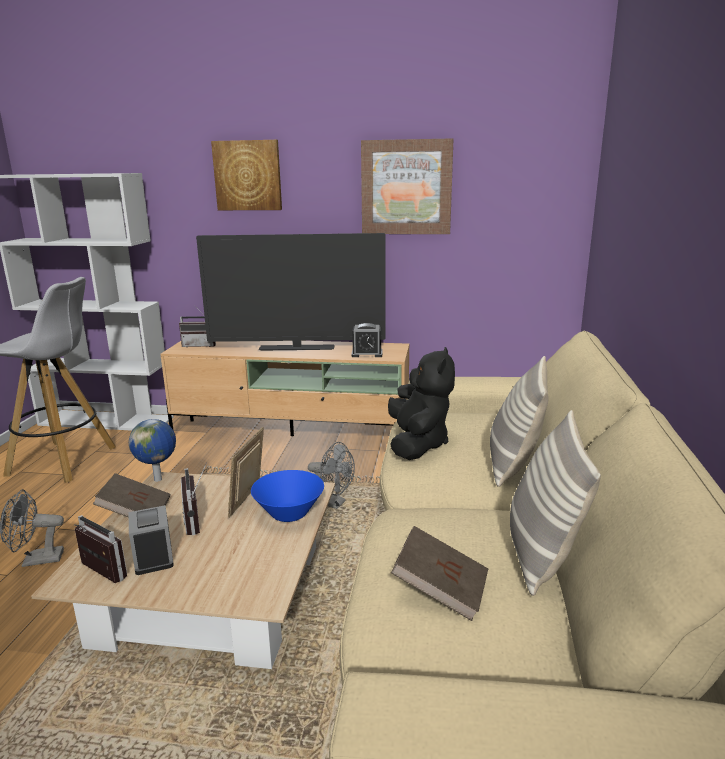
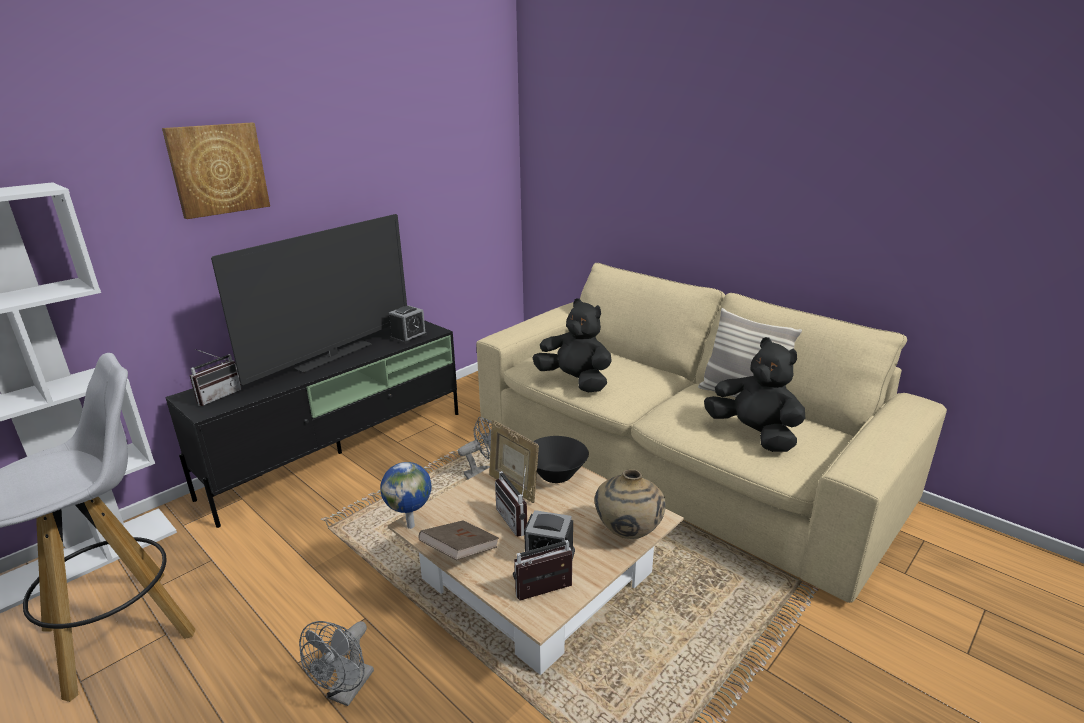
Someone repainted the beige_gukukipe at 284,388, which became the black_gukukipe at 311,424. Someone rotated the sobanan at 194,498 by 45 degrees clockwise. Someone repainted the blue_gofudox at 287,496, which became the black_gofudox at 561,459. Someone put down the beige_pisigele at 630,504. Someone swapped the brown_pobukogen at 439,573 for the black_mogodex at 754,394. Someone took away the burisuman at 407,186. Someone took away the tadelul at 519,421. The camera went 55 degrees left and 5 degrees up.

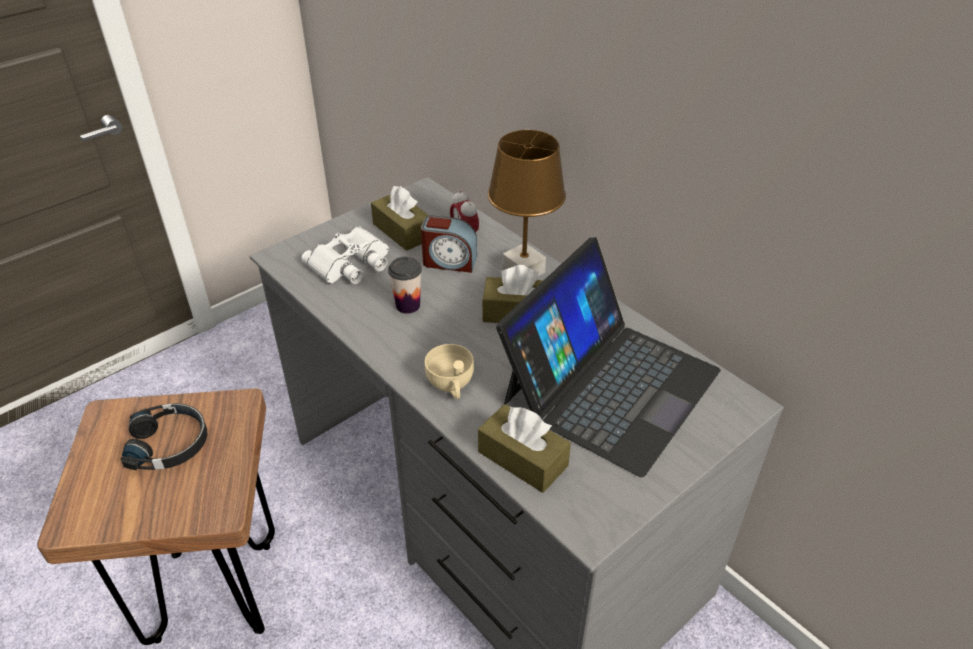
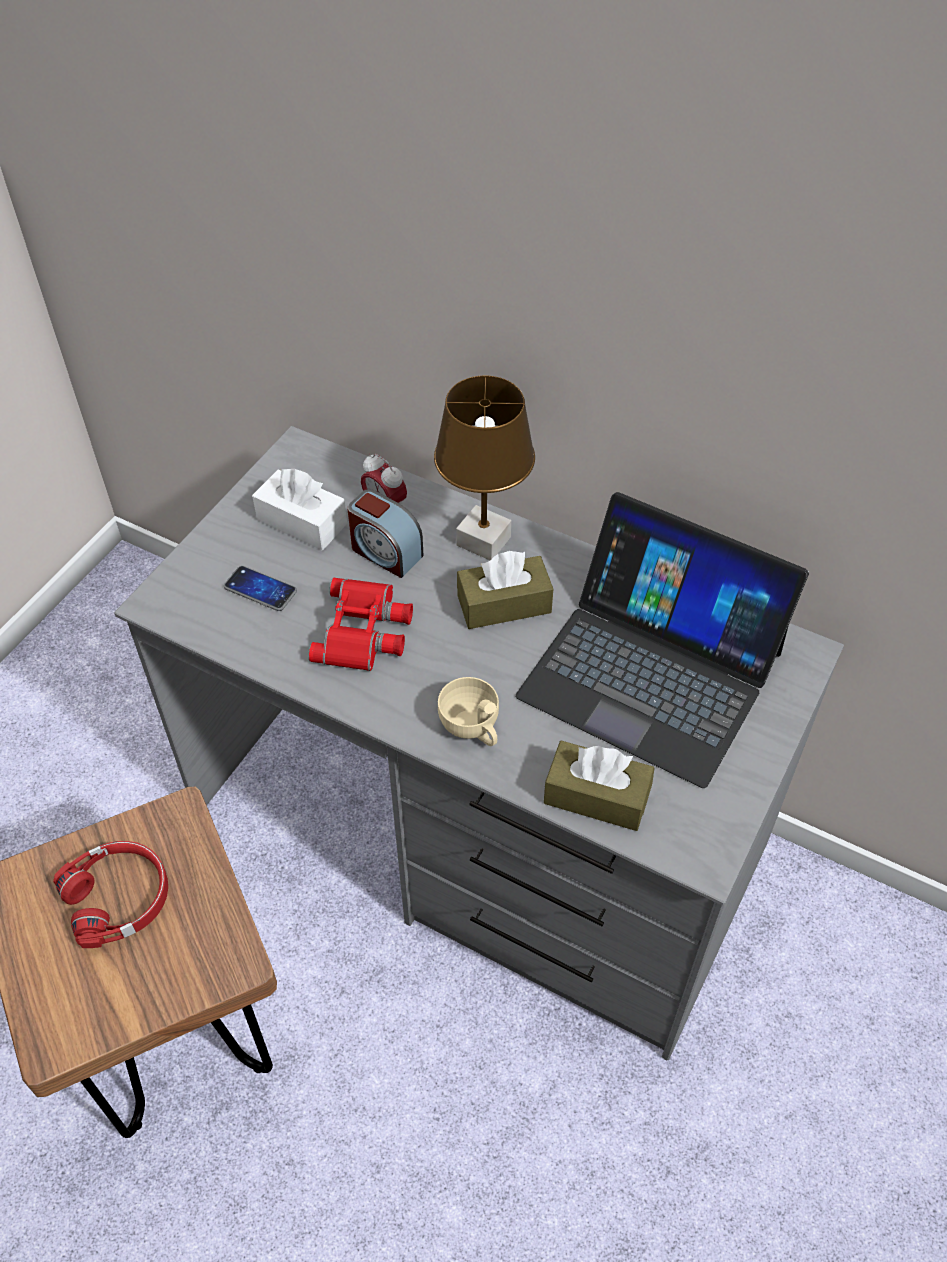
Someone repainted the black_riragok at 163,436, which became the red_riragok at 110,894. Someone swapped the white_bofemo at 345,255 for the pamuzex at 260,588. Someone repainted the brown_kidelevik at 400,218, which became the white_kidelevik at 299,509. Someone swapped the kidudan at 405,285 for the red_bofemo at 360,624. Someone rotated the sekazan at 449,244 by 45 degrees clockwise. Someone rotated the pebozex at 608,357 by 105 degrees clockwise. The camera went 20 degrees left and 10 degrees up.

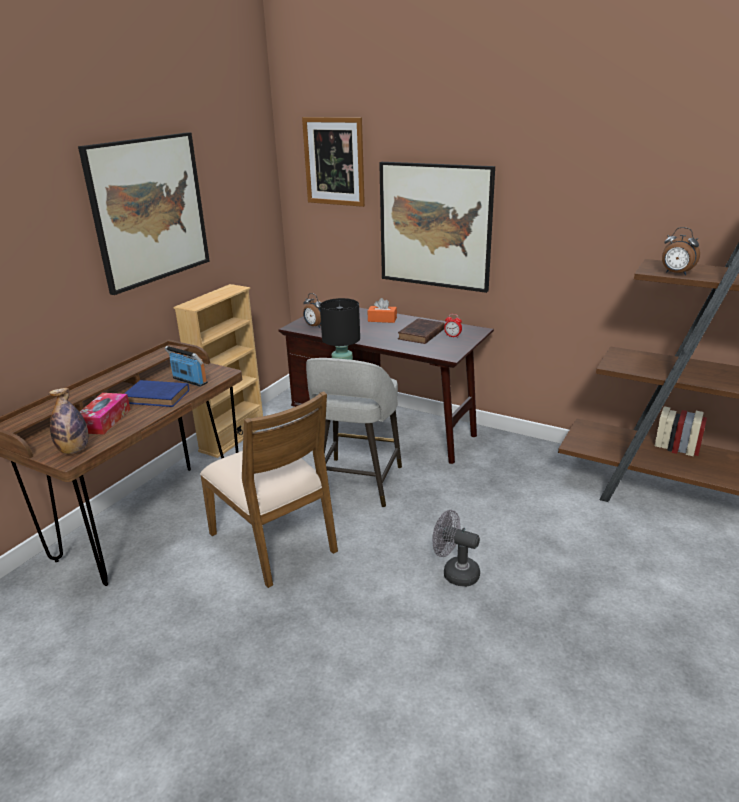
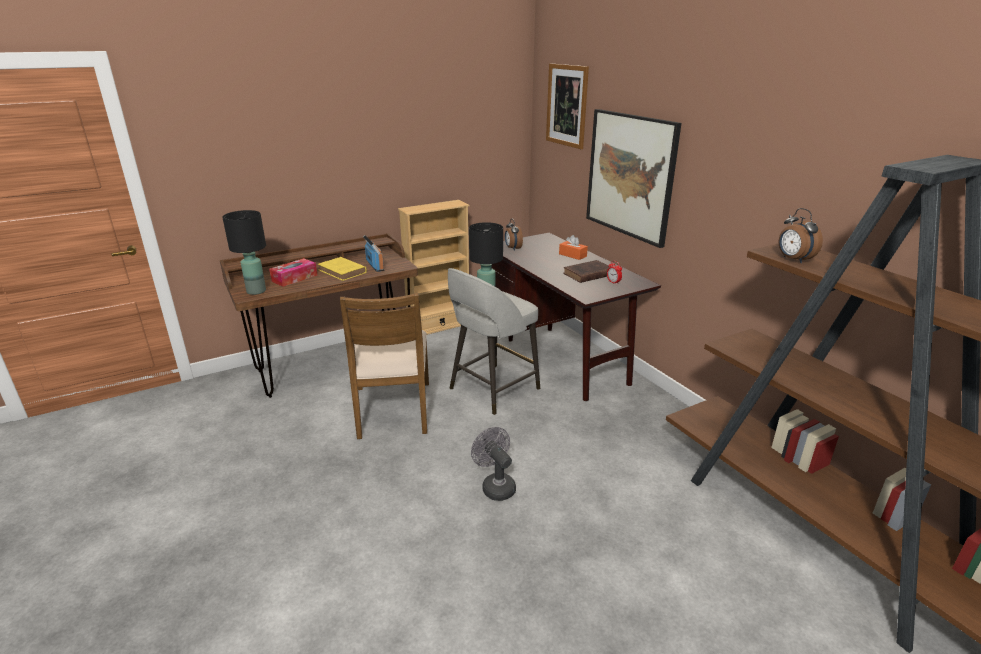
Someone swapped the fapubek at 68,421 for the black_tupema at 244,252. Someone repainted the blue_pobukogen at 156,393, which became the yellow_pobukogen at 342,269. Someone took away the burisuman at 144,213. The camera went 30 degrees right and 0 degrees up.

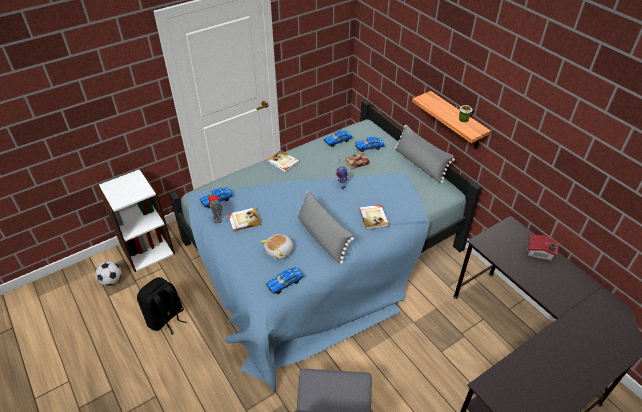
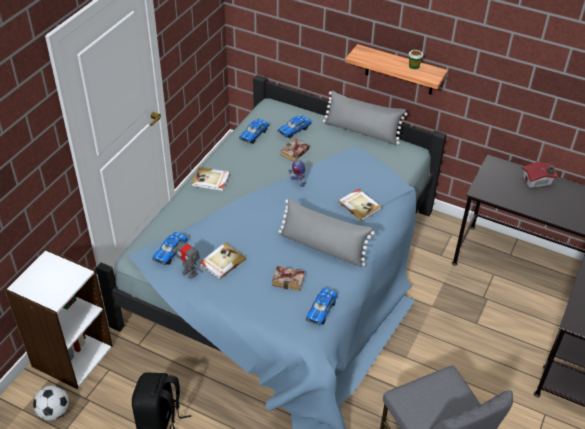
Someone swapped the mogodex at 276,247 for the pobukogen at 288,278. The camera went 30 degrees left and 0 degrees up.

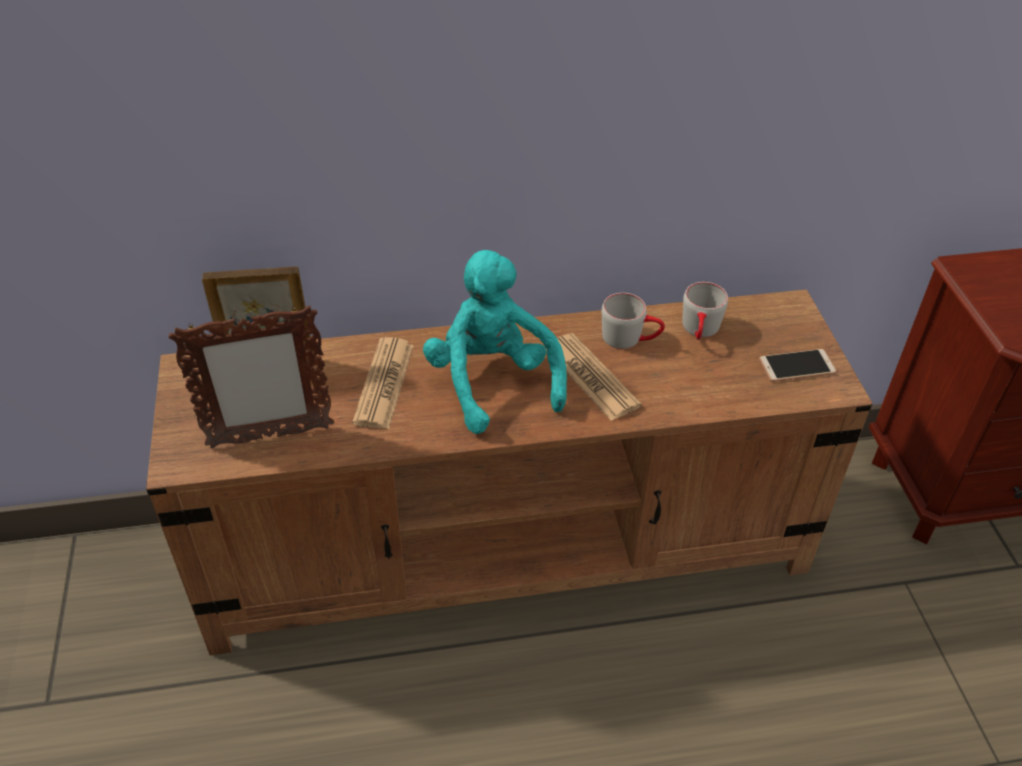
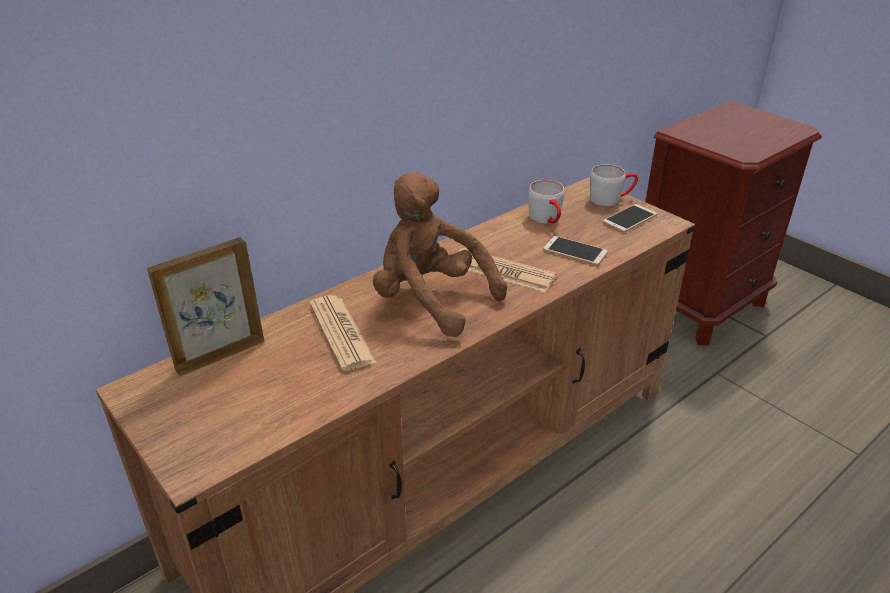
Someone repainted the turquoise_mogodex at 495,342, which became the brown_mogodex at 440,254. Someone put down the pamuzex at 575,251. Someone carried the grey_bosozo from 633,321 to 614,185. Someone took away the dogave at 251,377. The camera went 30 degrees left and 10 degrees down.

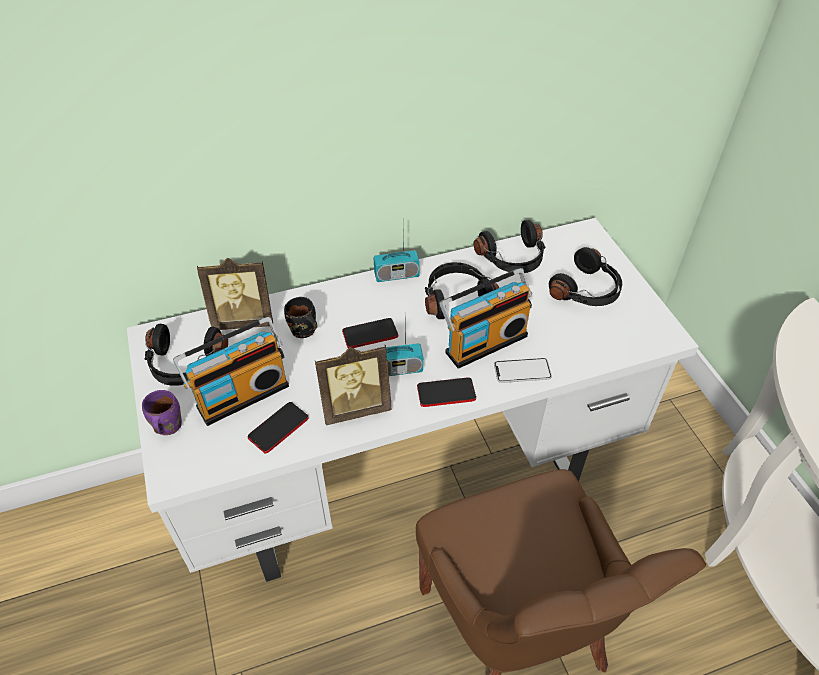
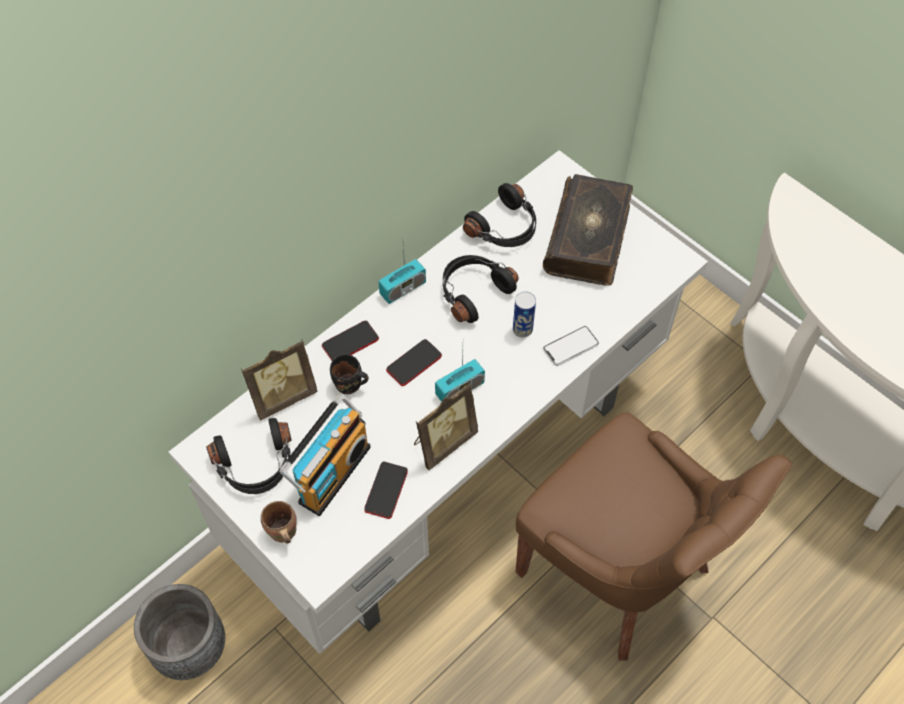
Someone put down the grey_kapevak at 179,632. Someone repainted the purple_bosozo at 162,412, which became the brown_bosozo at 279,522. Someone carried the pamuzex from 446,392 to 350,341. Someone swapped the sobanan at 485,318 for the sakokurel at 524,314. Someone swapped the black_riragok at 585,276 for the pobukogen at 588,230. The camera went 25 degrees left and 10 degrees up.

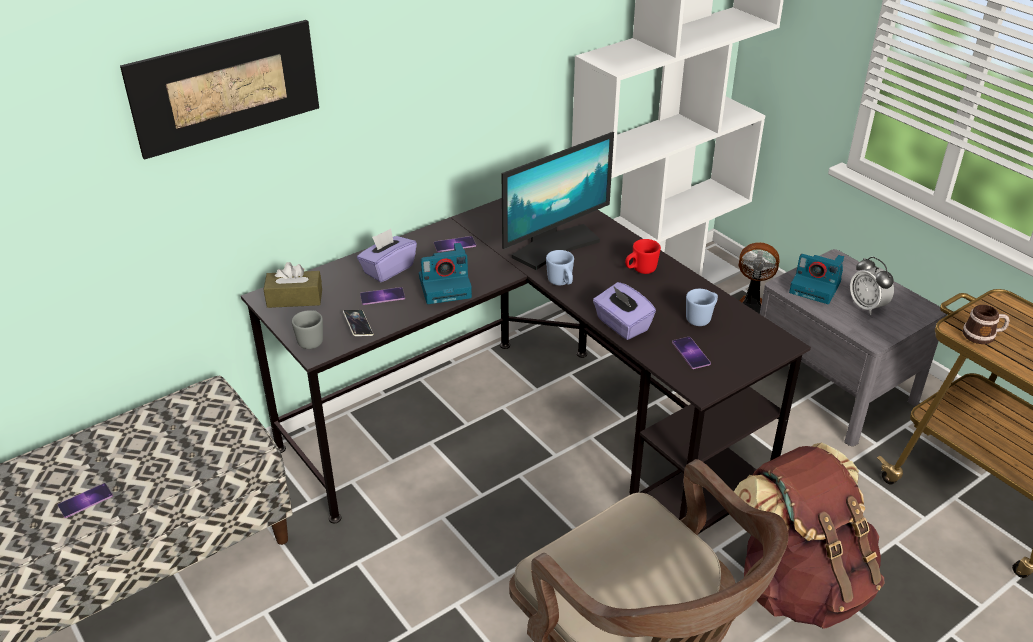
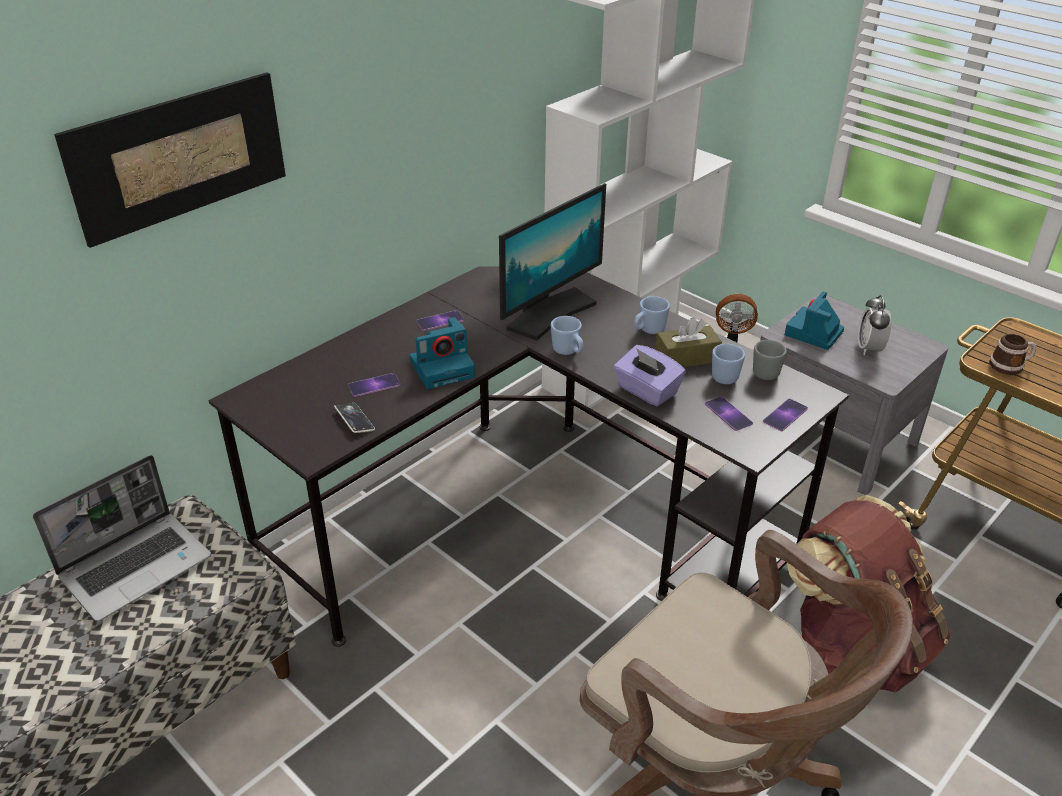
Someone put down the pebozex at 122,538. Someone repainted the red_bosozo at 643,256, which became the blue_bosozo at 652,315. Someone carried the brown_kidelevik from 293,285 to 688,342. Someone carried the grey_bosozo from 307,329 to 770,360. Someone carried the pamuzex from 85,500 to 785,414. Someone rotated the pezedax at 816,279 by 105 degrees clockwise. Someone rotated the sekazan at 872,286 by 45 degrees clockwise. Someone took away the purple_kidelevik at 387,255. The camera went 10 degrees left and 0 degrees up.

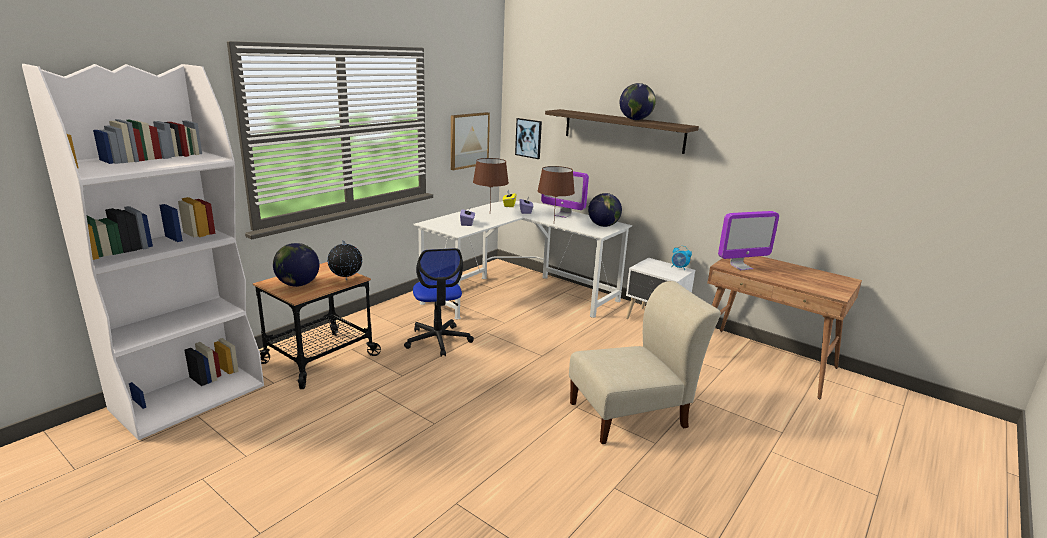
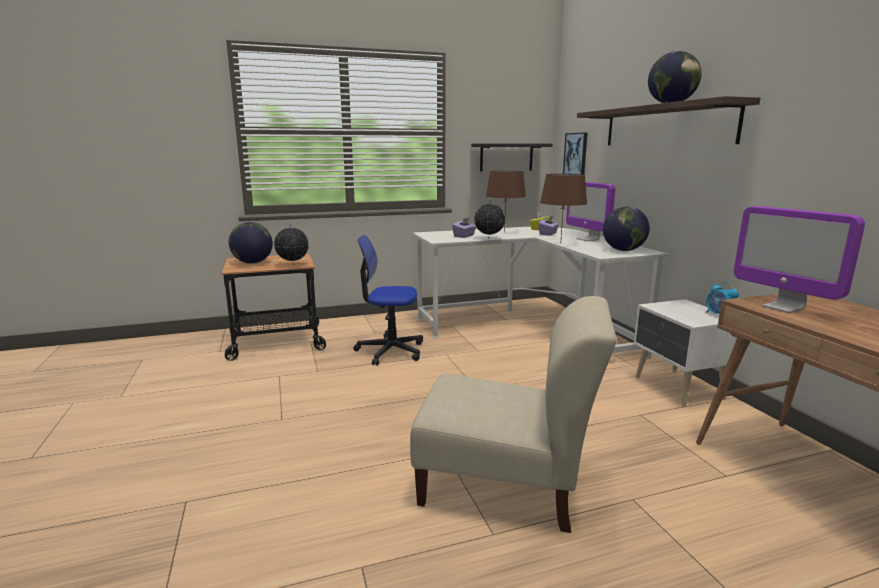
Someone rotated the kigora at 439,302 by 75 degrees clockwise. Someone swapped the burisuman at 470,141 for the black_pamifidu at 511,157. Someone put down the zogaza at 489,219. Someone rotated the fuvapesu at 748,240 by 45 degrees clockwise. Someone took away the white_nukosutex at 143,252. The camera went 35 degrees right and 5 degrees down.

